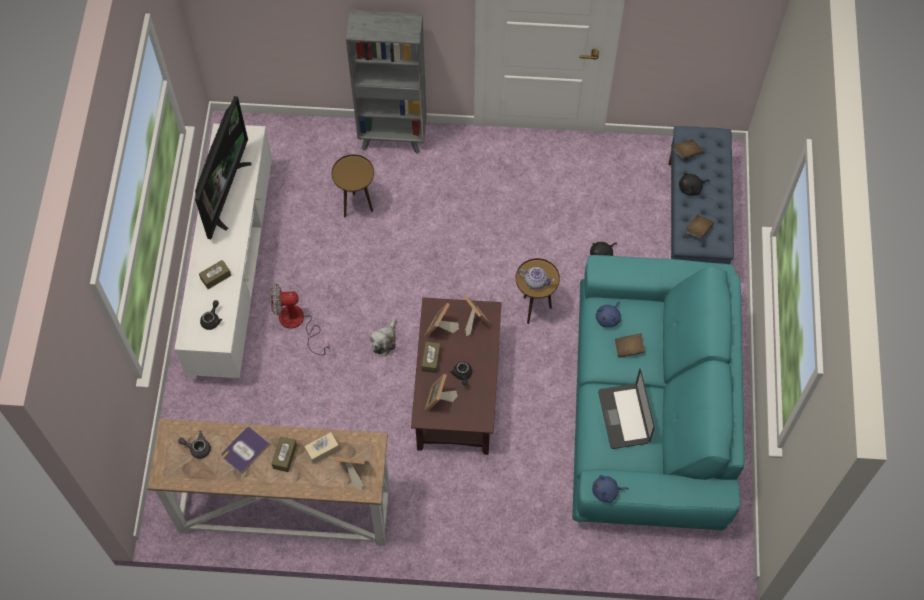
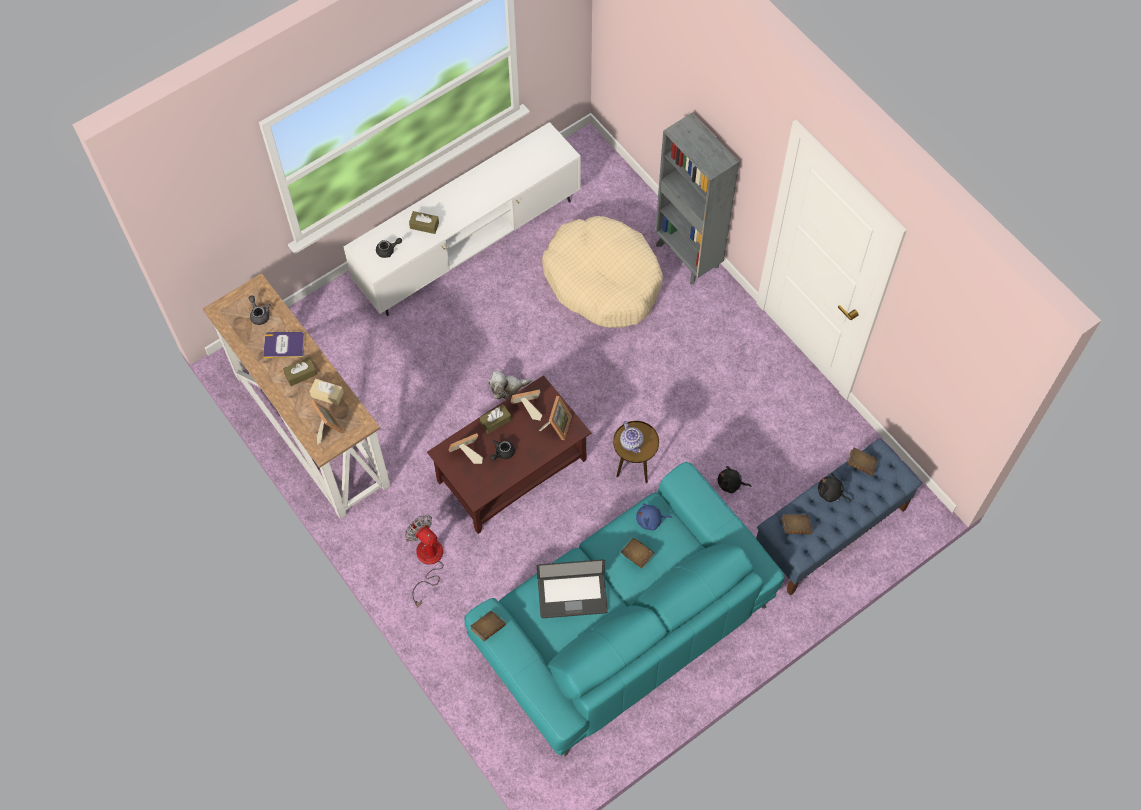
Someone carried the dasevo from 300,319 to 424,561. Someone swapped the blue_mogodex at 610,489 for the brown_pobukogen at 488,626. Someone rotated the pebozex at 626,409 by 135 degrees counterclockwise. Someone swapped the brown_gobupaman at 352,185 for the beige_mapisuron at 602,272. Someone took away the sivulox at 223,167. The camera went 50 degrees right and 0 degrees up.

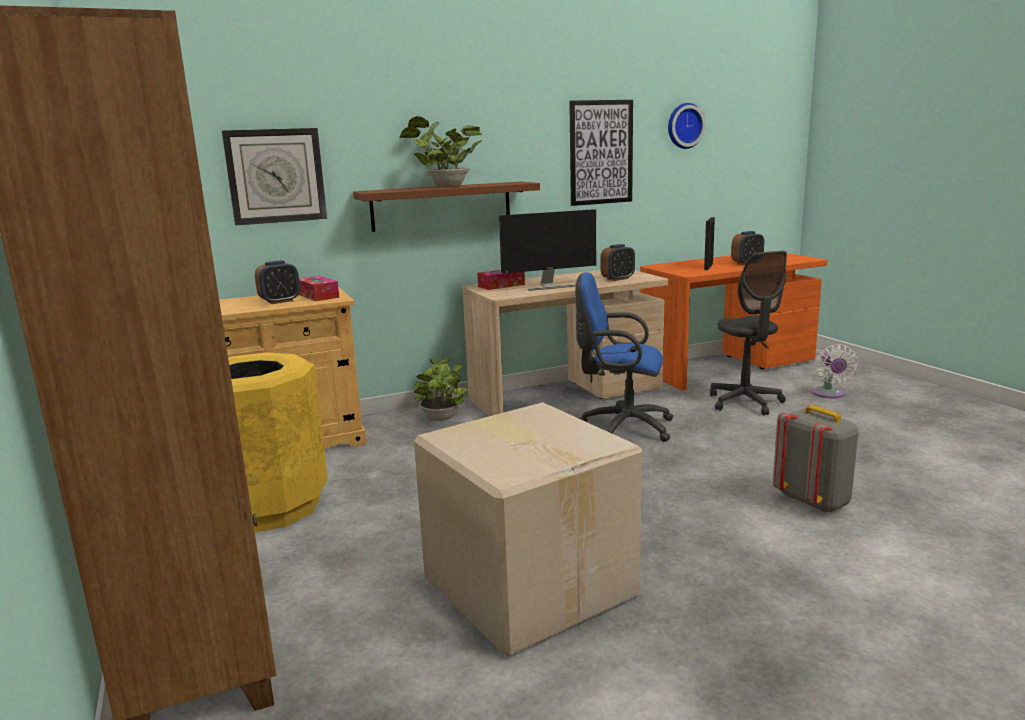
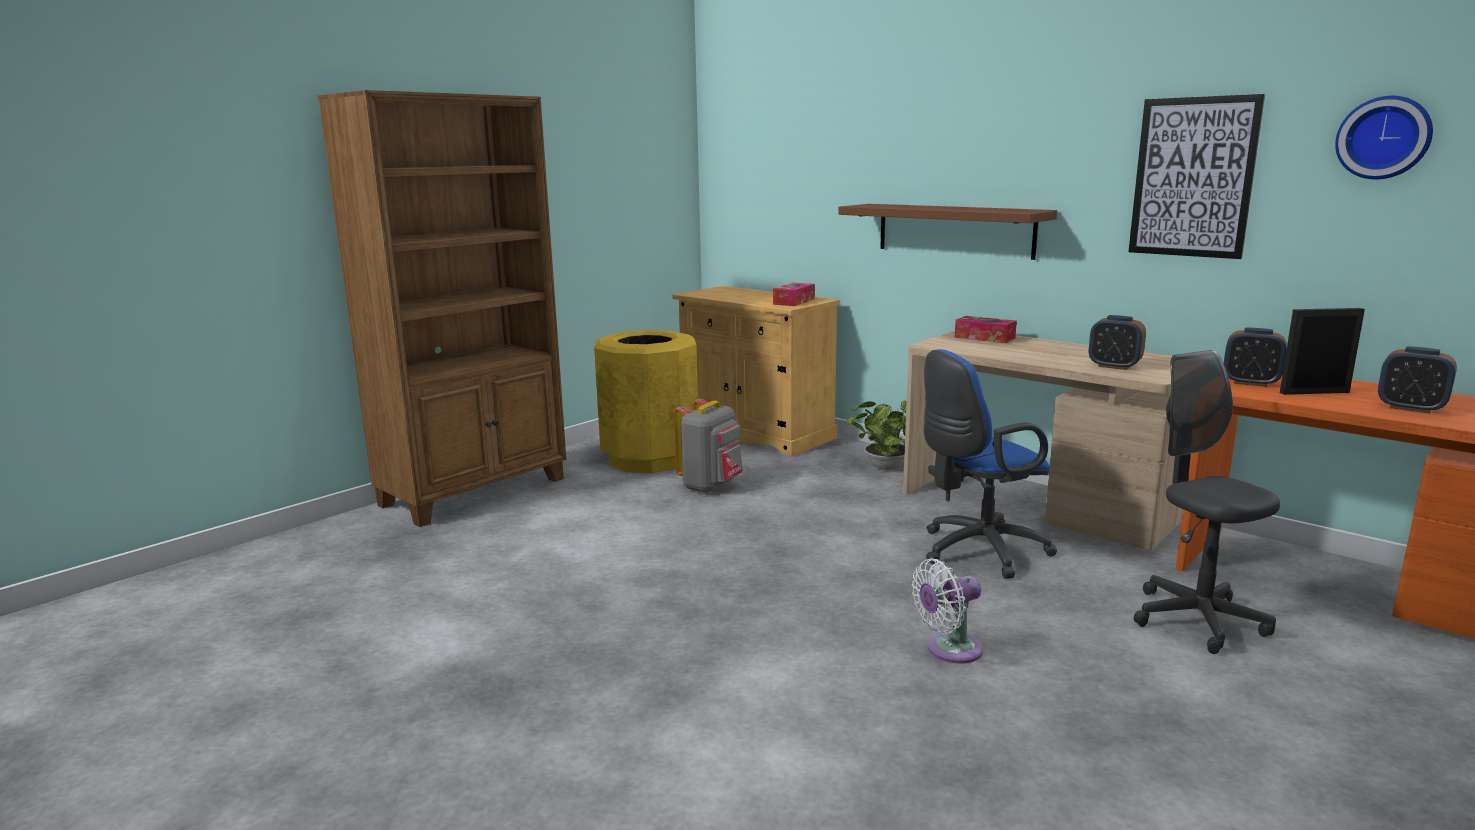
Someone carried the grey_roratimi from 816,459 to 708,445. Someone carried the white_dasevo from 834,371 to 947,611. Someone rotated the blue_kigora at 624,357 by 105 degrees counterclockwise. Someone rotated the grey_kigora at 748,333 by 105 degrees clockwise. Someone carried the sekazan from 277,282 to 1255,357. Someone took away the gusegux at 274,177. Someone took away the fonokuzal at 440,152. Someone took away the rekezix at 528,529. Someone took away the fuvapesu at 547,250. The camera went 65 degrees right and 0 degrees up.

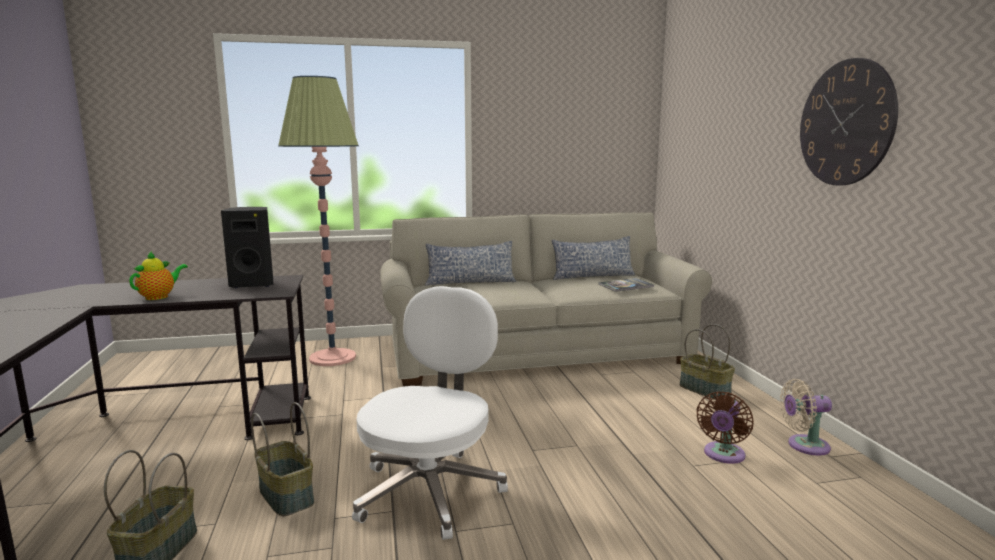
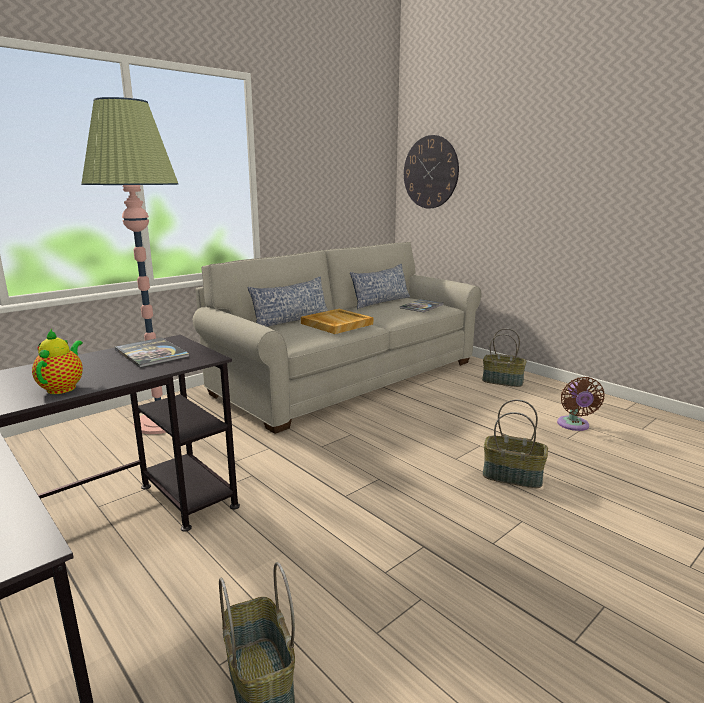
Someone swapped the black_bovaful at 247,247 for the pobukogen at 152,353. Someone put down the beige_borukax at 337,321. Someone carried the gusegux from 849,122 to 431,171. Someone carried the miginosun from 282,459 to 515,443. Someone took away the white_kigora at 430,413. Someone took away the beige_dasevo at 806,417. The camera went 30 degrees left and 5 degrees up.

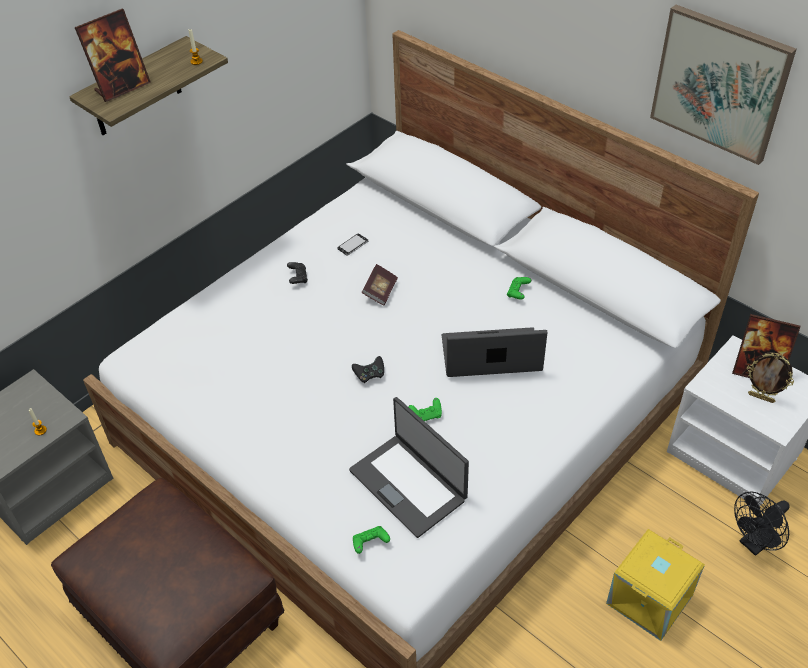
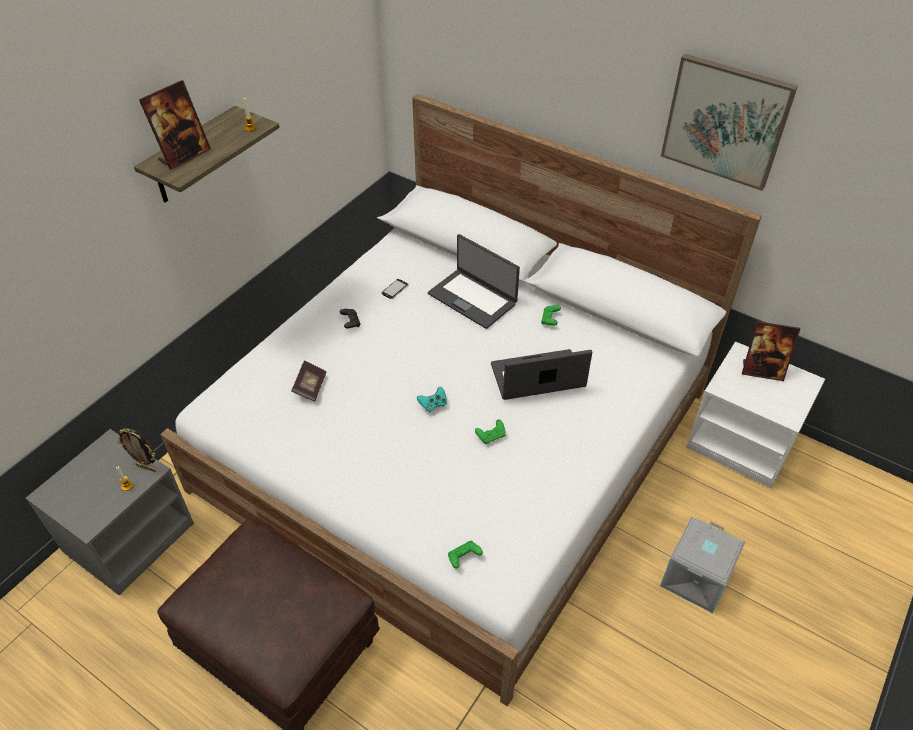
Someone carried the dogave from 770,377 to 137,450. Someone carried the pobukogen from 380,285 to 308,381. Someone repainted the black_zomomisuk at 368,369, which became the turquoise_zomomisuk at 432,399. Someone carried the pebozex from 409,467 to 474,281. Someone repainted the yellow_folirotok at 655,585, which became the grey_folirotok at 702,564. Someone took away the black_dasevo at 762,523. The camera went 10 degrees left and 0 degrees up.

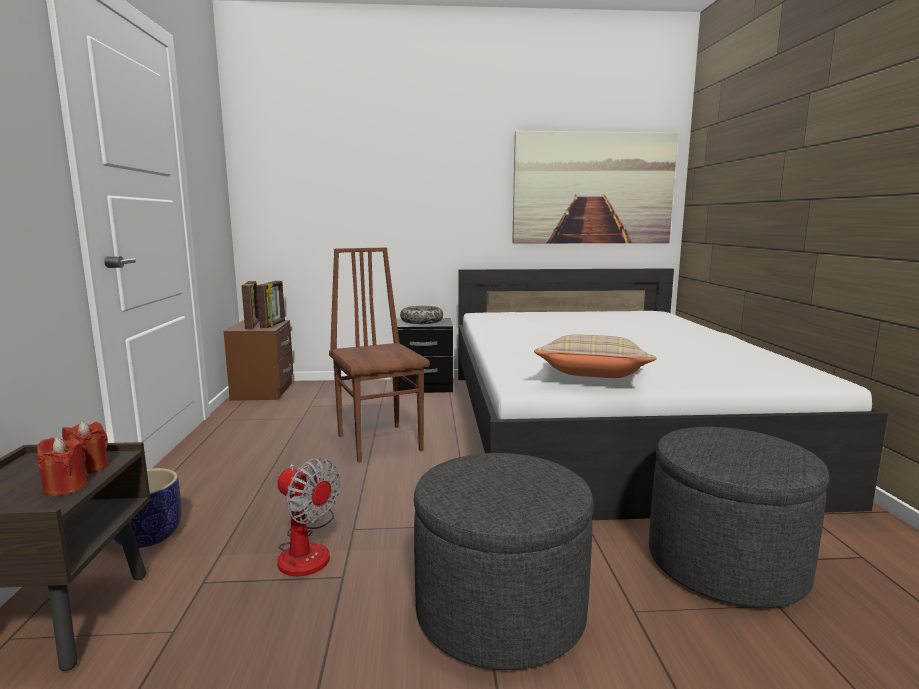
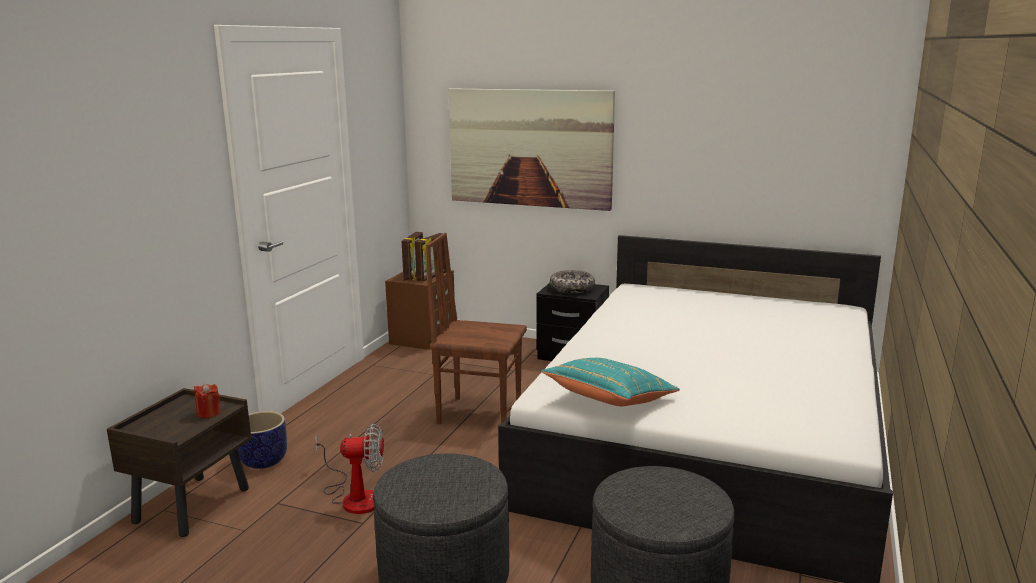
Someone rotated the dasevo at 308,517 by 60 degrees counterclockwise. Someone rotated the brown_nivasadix at 379,355 by 75 degrees counterclockwise. Someone carried the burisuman from 595,187 to 531,149. Someone repainted the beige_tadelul at 595,356, which became the turquoise_tadelul at 610,382. Someone took away the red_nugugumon at 63,466. The camera went 25 degrees right and 5 degrees up.

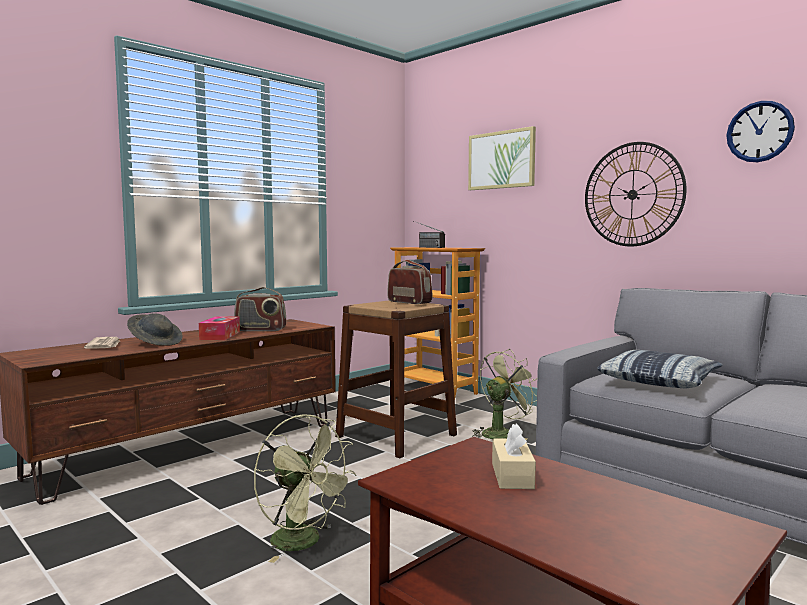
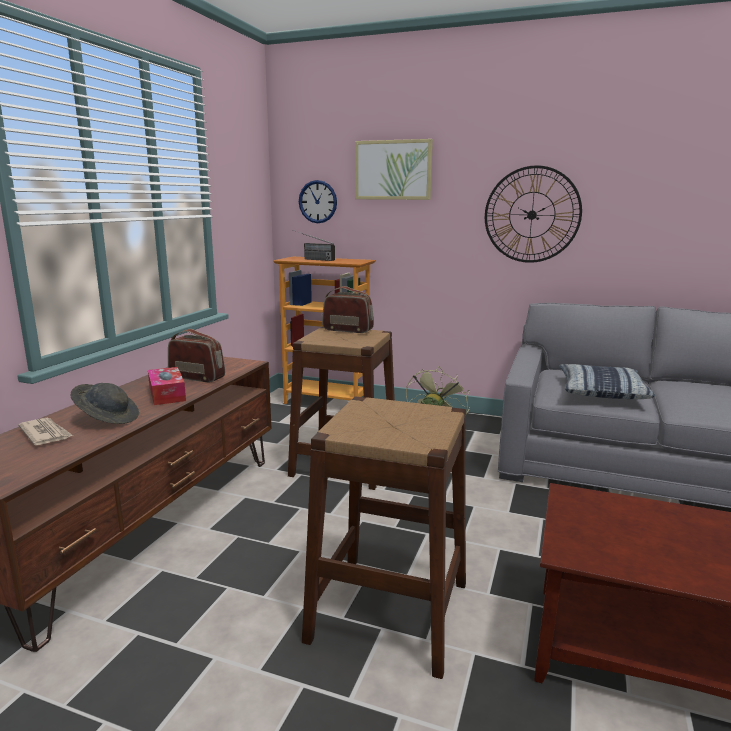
Someone rotated the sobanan at 260,309 by 135 degrees counterclockwise. Someone carried the gusegux from 760,131 to 318,201. Someone swapped the green_dasevo at 305,488 for the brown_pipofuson at 384,538. Someone took away the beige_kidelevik at 514,456. The camera went 25 degrees left and 10 degrees up.

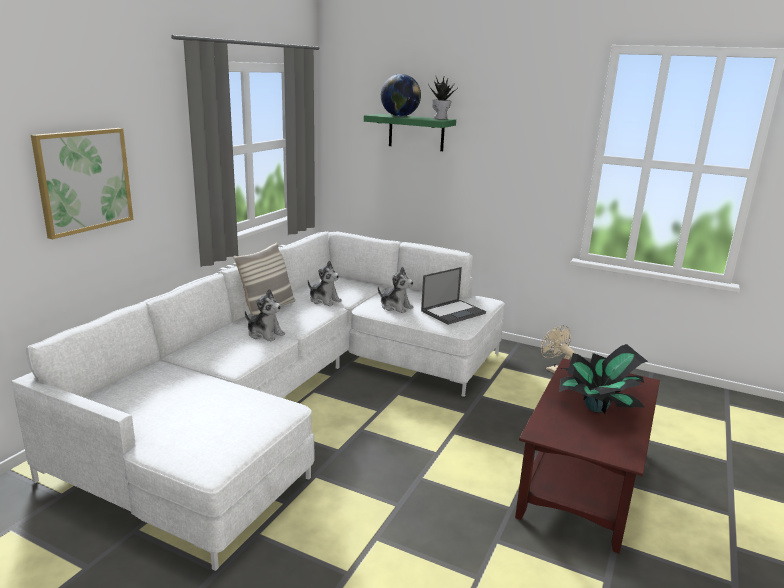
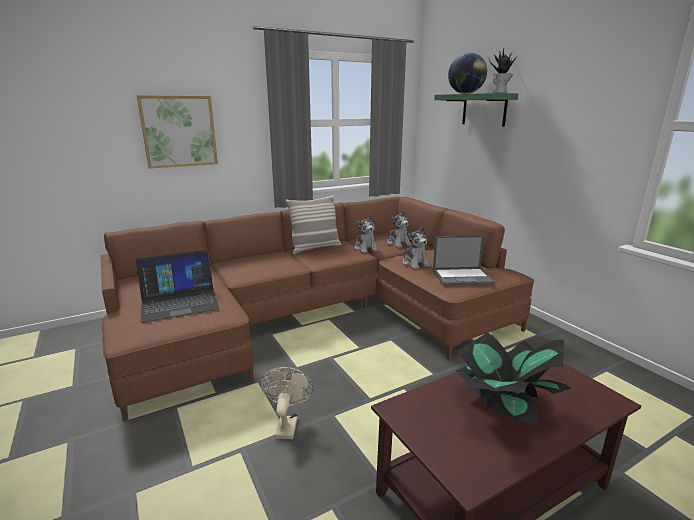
Someone repainted the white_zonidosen at 258,401, which became the brown_zonidosen at 317,309. Someone put down the pebozex at 177,286. Someone carried the beige_dasevo from 558,349 to 287,403. Someone carried the mogodex from 265,315 to 399,229. The camera went 35 degrees right and 0 degrees up.

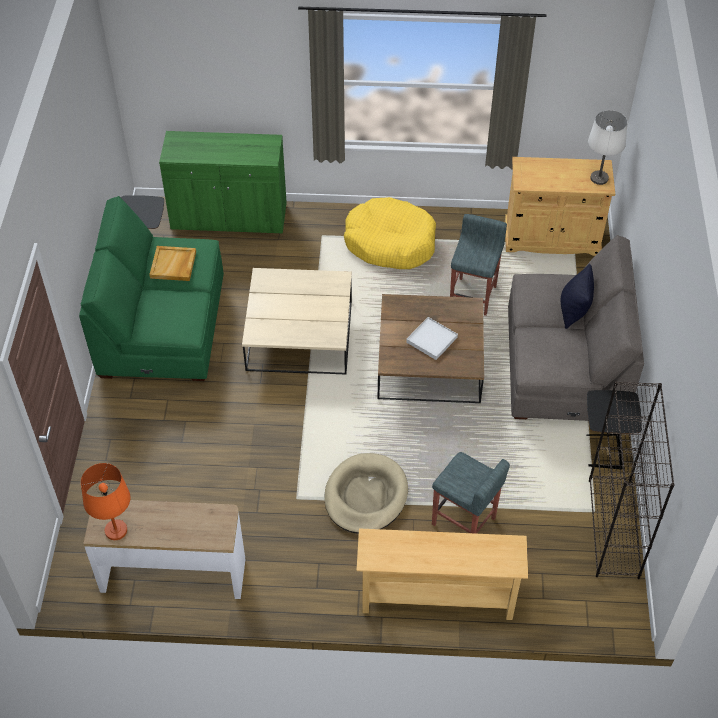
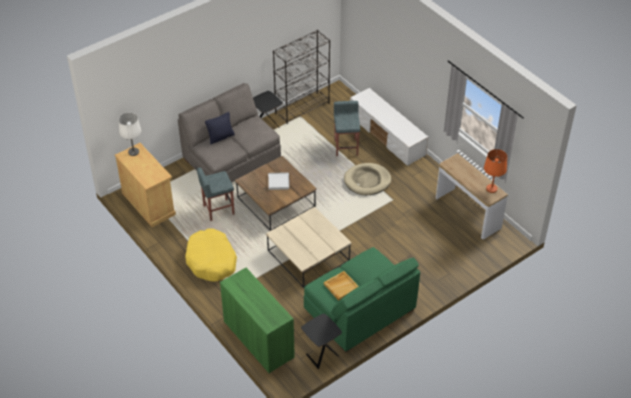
Someone swapped the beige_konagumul at 442,574 for the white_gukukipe at 389,127. The camera went 130 degrees left and 5 degrees down.

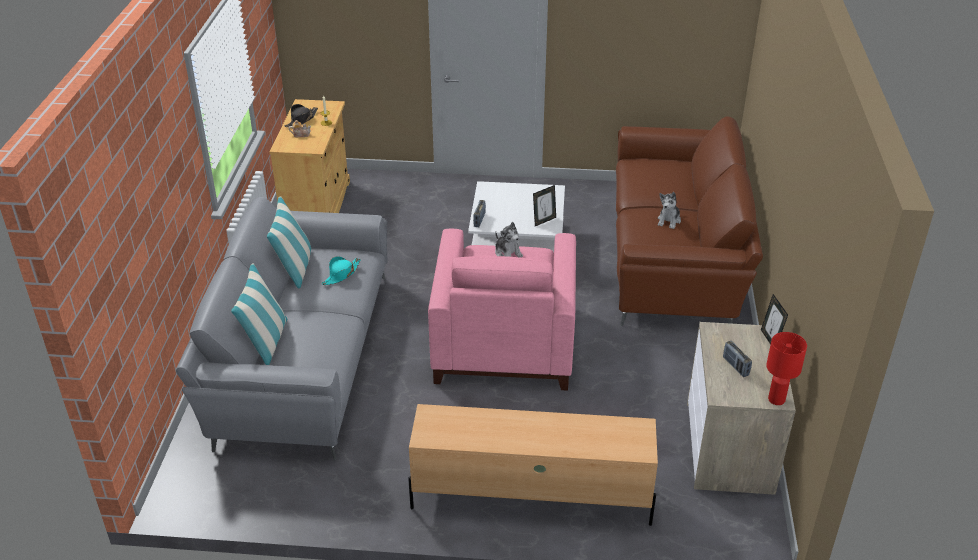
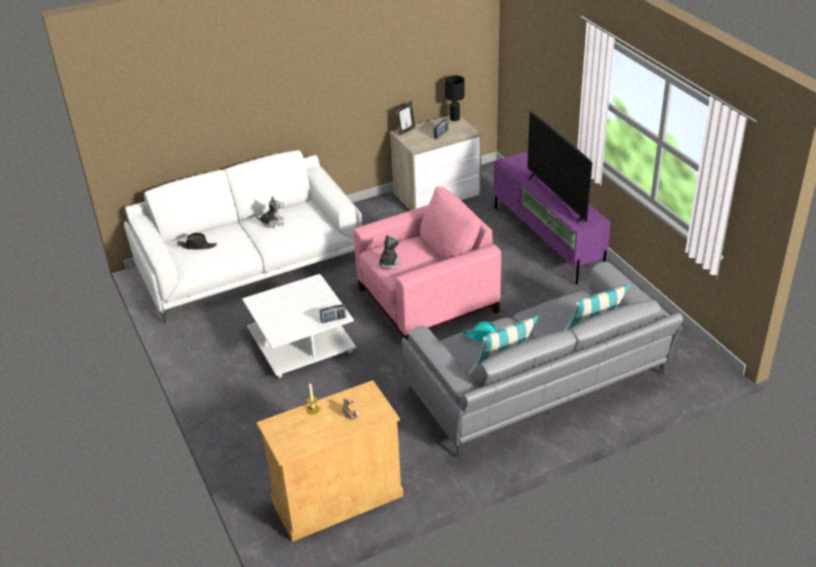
Someone repainted the brown_zonidosen at 689,221, which became the white_zonidosen at 243,237. Someone carried the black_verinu from 301,115 to 197,241. Someone repainted the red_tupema at 786,368, which became the black_tupema at 455,98. Someone repainted the beige_gukukipe at 533,465, which became the purple_gukukipe at 552,218. Someone put down the sivulox at 559,167. Someone took away the dogave at 544,205. The camera went 120 degrees left and 0 degrees up.

